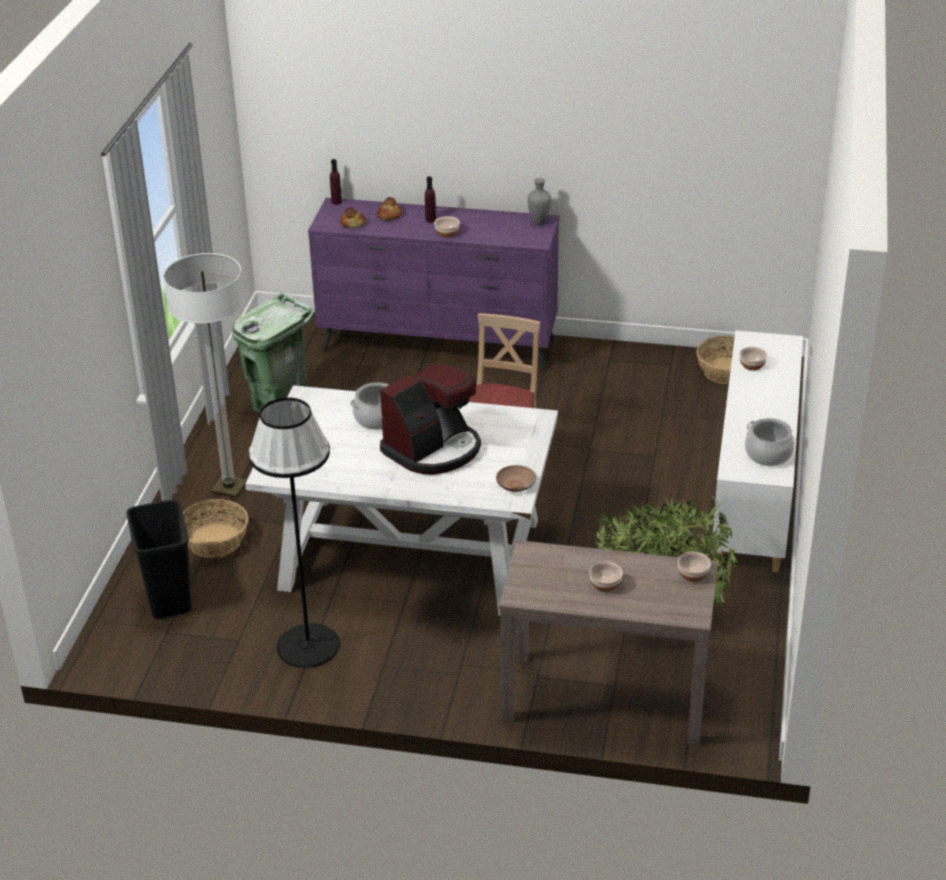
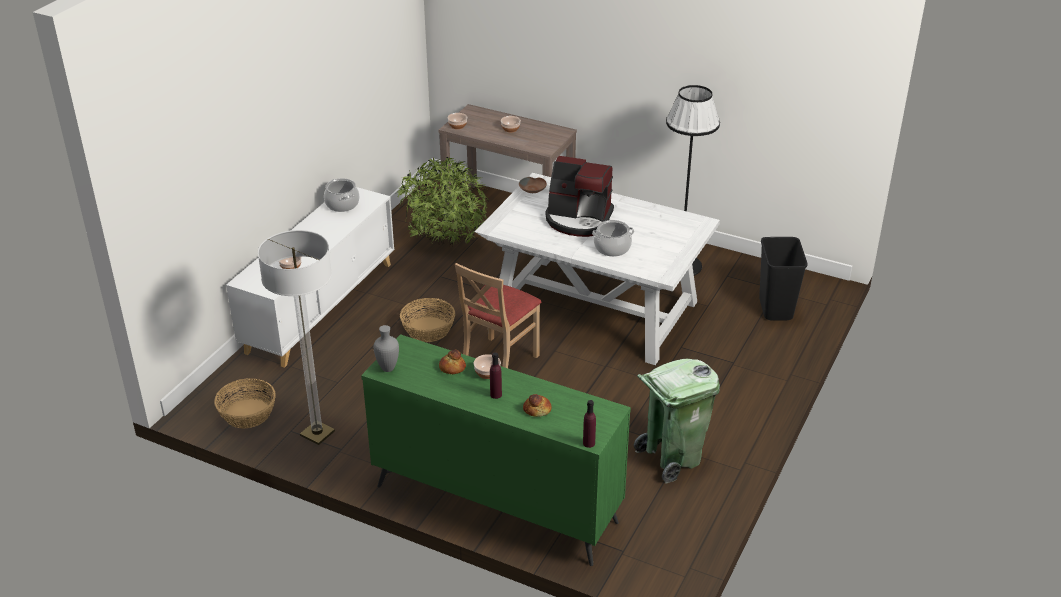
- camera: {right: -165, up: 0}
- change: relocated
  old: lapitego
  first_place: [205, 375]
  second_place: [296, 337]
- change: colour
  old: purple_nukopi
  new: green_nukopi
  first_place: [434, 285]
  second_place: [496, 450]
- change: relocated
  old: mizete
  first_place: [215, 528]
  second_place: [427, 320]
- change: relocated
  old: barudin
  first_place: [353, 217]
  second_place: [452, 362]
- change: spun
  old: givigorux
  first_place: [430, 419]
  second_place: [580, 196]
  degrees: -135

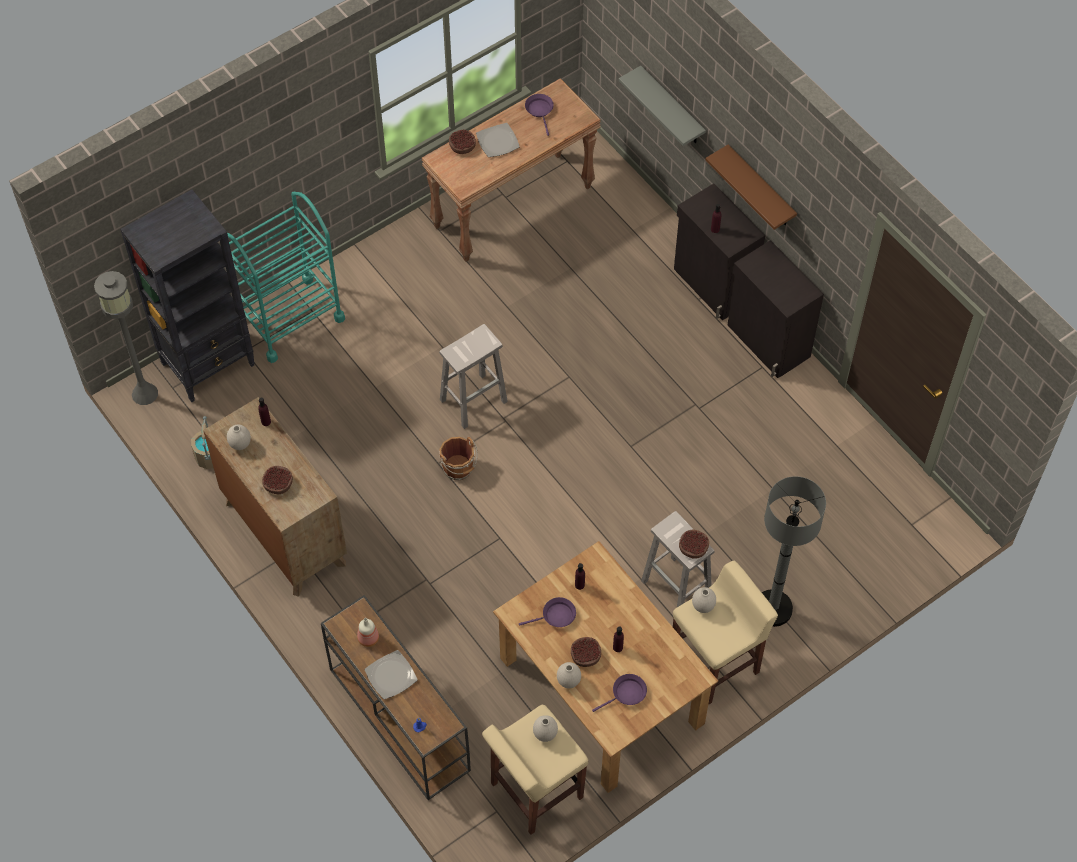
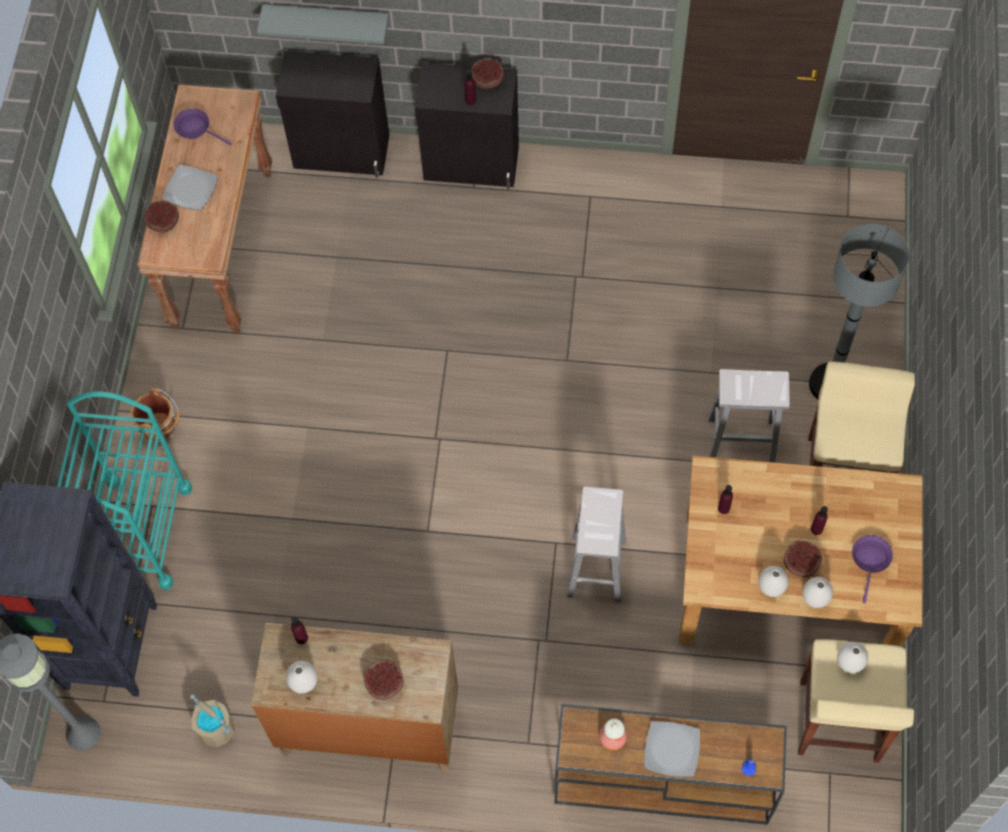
- camera: {right: -45, up: 5}
- change: relocated
  old: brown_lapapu
  first_place: [458, 459]
  second_place: [155, 415]
- change: relocated
  old: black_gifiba
  first_place: [776, 309]
  second_place: [332, 114]
- change: relocated
  old: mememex
  first_place: [694, 544]
  second_place: [487, 74]
- change: relocated
  old: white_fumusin
  first_place: [473, 376]
  second_place: [596, 544]
- change: relocated
  old: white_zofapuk
  first_place: [704, 600]
  second_place: [773, 581]
- change: missing
  old: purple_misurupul
  first_place: [547, 612]
- change: missing
  old: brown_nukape
  first_place: [751, 187]

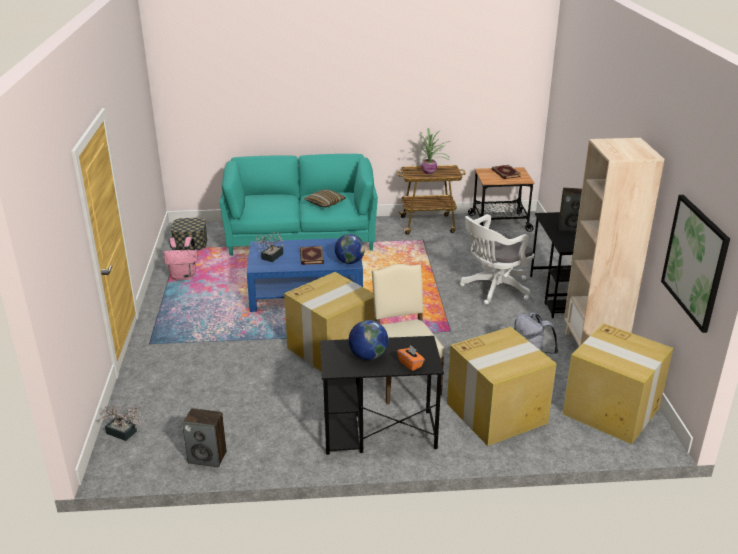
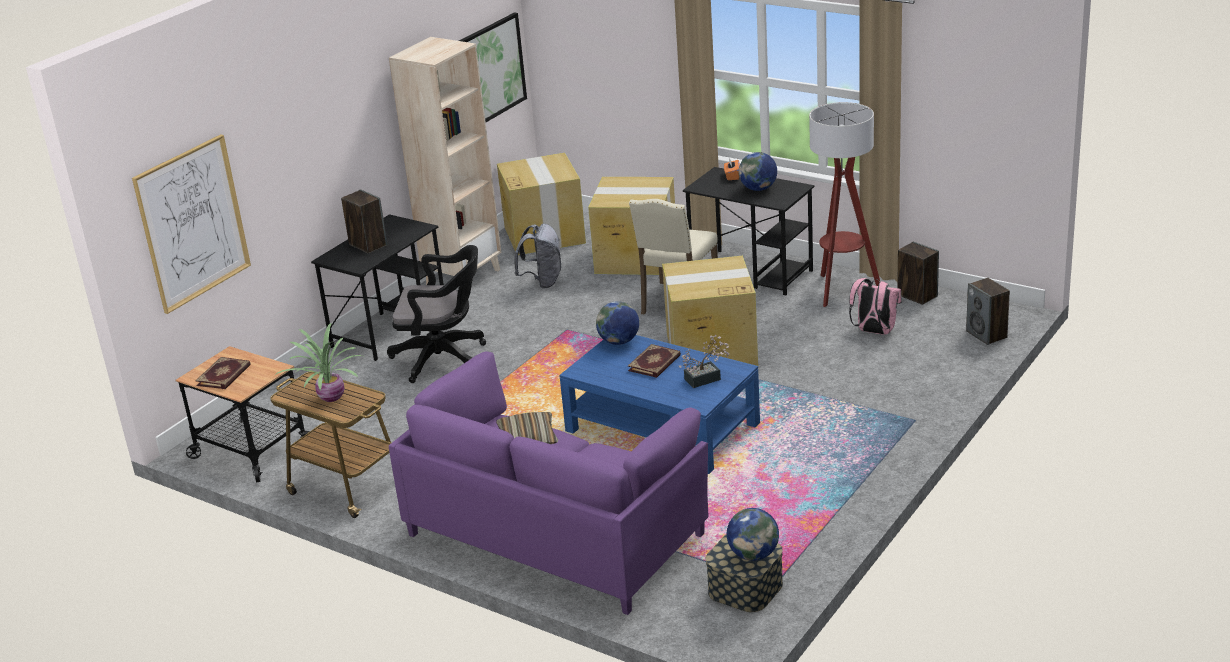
- camera: {right: -140, up: 0}
- change: appeared
  new: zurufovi
  second_place: [191, 224]
- change: colour
  old: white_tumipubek
  new: black_tumipubek
  first_place: [497, 259]
  second_place: [436, 314]
- change: colour
  old: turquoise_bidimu
  new: purple_bidimu
  first_place: [298, 204]
  second_place: [549, 483]
- change: appeared
  new: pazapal
  second_place: [753, 534]
- change: appeared
  new: lapitego
  second_place: [844, 204]
- change: relocated
  old: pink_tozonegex
  first_place: [180, 258]
  second_place: [875, 306]
- change: exchanged
  old: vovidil
  new: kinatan
  first_place: [119, 422]
  second_place: [988, 311]

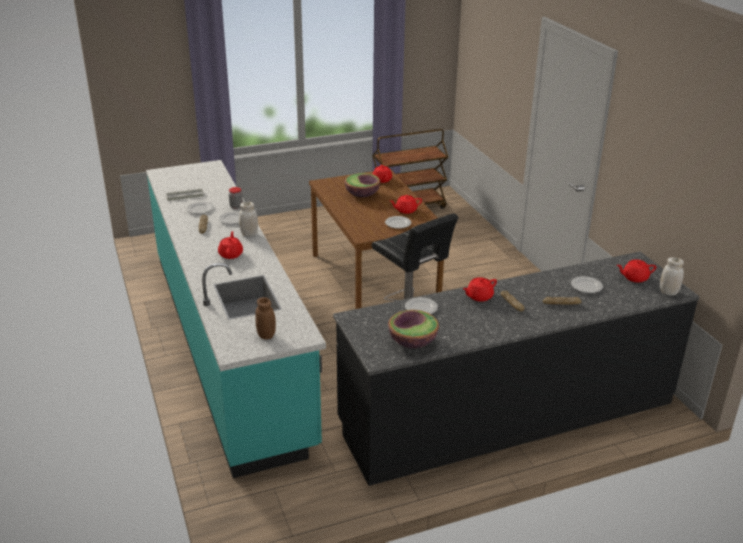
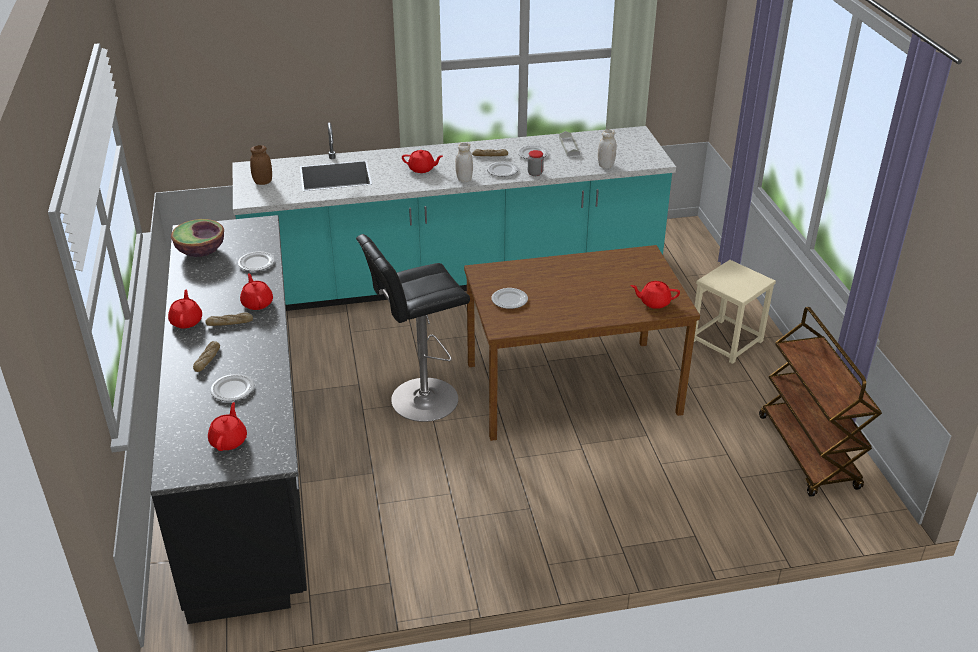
- camera: {right: 100, up: 5}
- change: relocated
  old: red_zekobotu
  first_place: [406, 204]
  second_place: [185, 308]
- change: relocated
  old: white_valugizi
  first_place: [672, 276]
  second_place: [607, 149]
- change: appeared
  new: beige_fumusin
  second_place: [735, 312]
- change: missing
  old: mememex
  first_place: [362, 185]

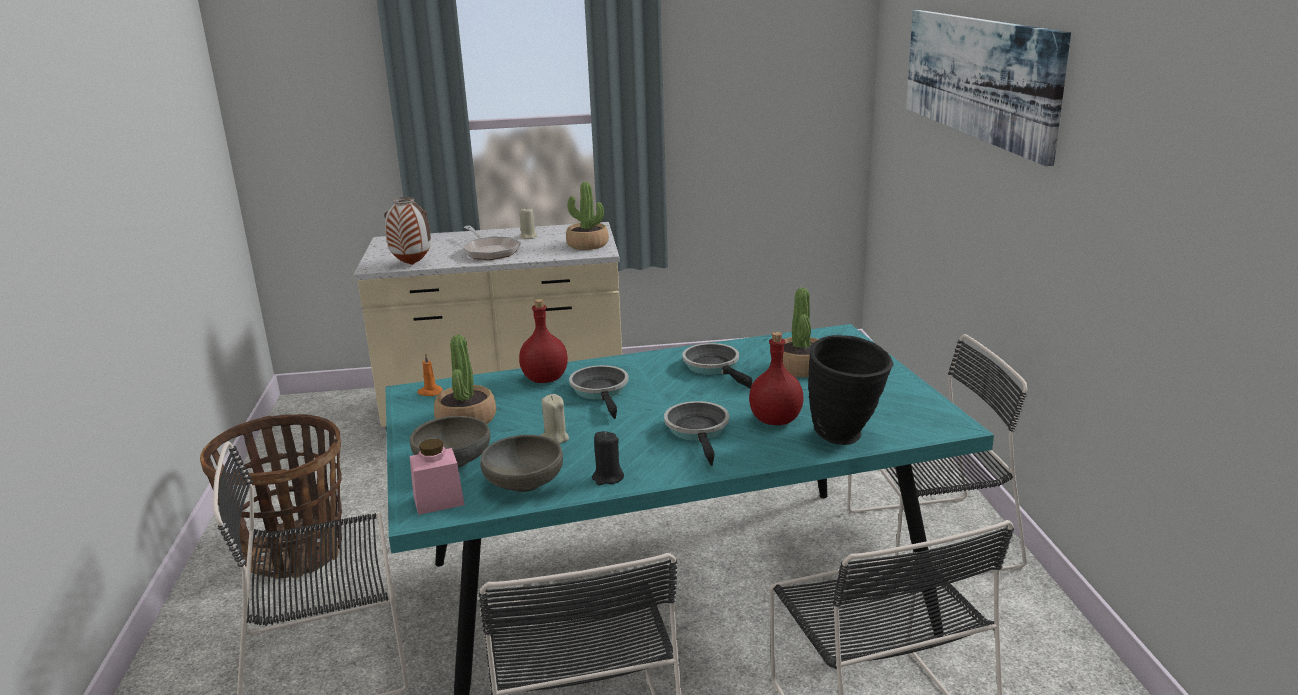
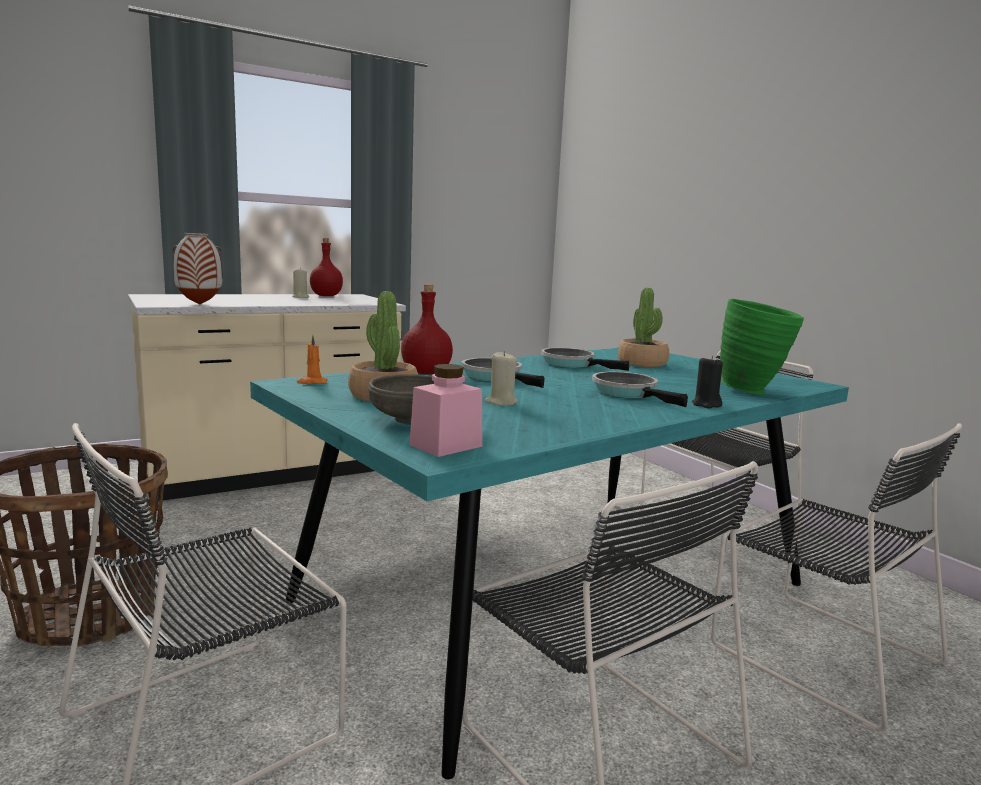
- camera: {right: -25, up: -10}
- change: relocated
  old: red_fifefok
  first_place: [776, 378]
  second_place: [326, 267]
- change: relocated
  old: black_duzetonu
  first_place: [608, 458]
  second_place: [707, 382]
- change: colour
  old: black_zofapuk
  new: green_zofapuk
  first_place: [850, 390]
  second_place: [762, 347]
- change: missing
  old: misurupul
  first_place: [491, 243]
- change: missing
  old: grey_mememex
  first_place: [521, 463]
- change: missing
  old: vovidil
  first_place: [587, 216]
- change: missing
  old: zurufovi
  first_place: [988, 88]

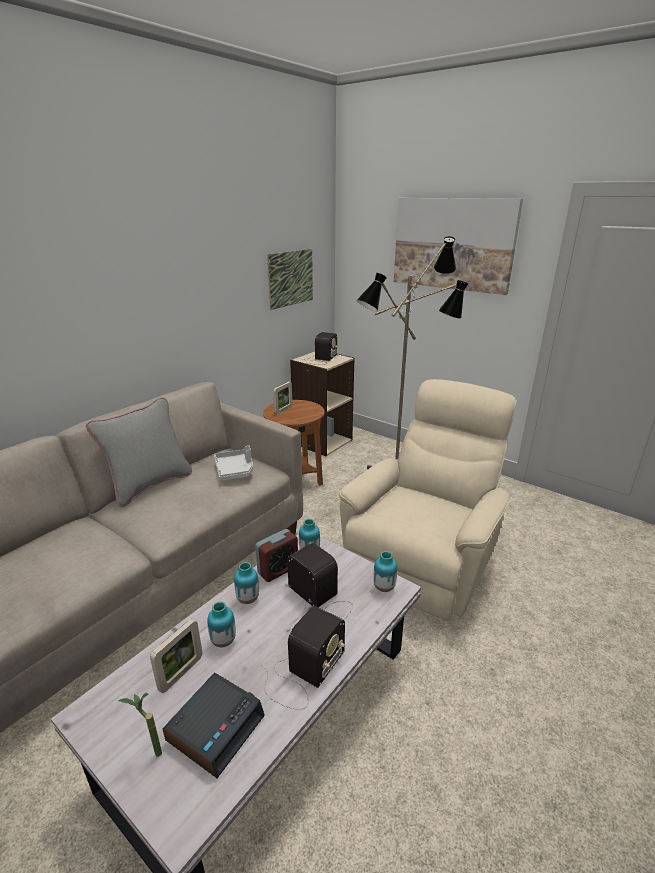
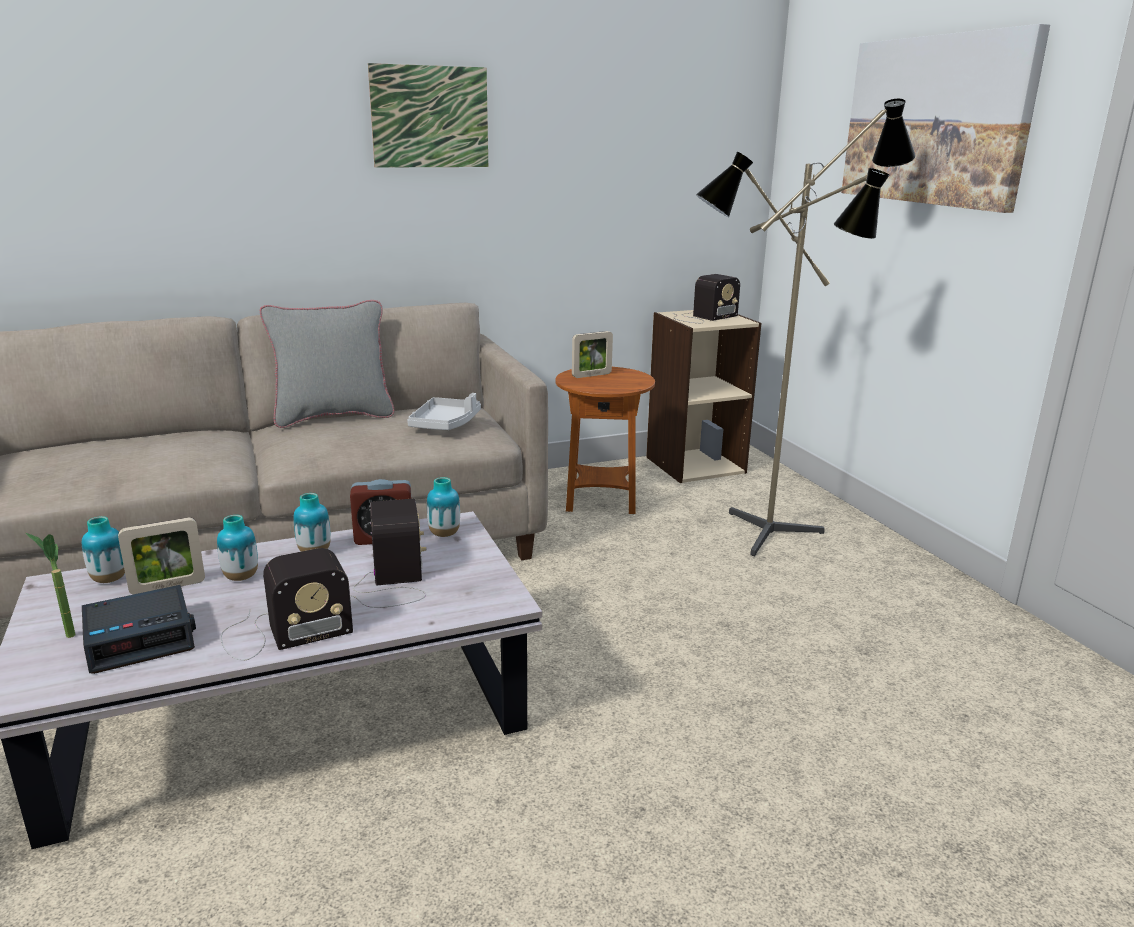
- camera: {right: 30, up: -5}
- change: relocated
  old: zofapuk
  first_place: [385, 571]
  second_place: [103, 549]
- change: relocated
  old: zurufovi
  first_place: [290, 279]
  second_place: [428, 115]
- change: missing
  old: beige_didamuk
  first_place: [428, 500]

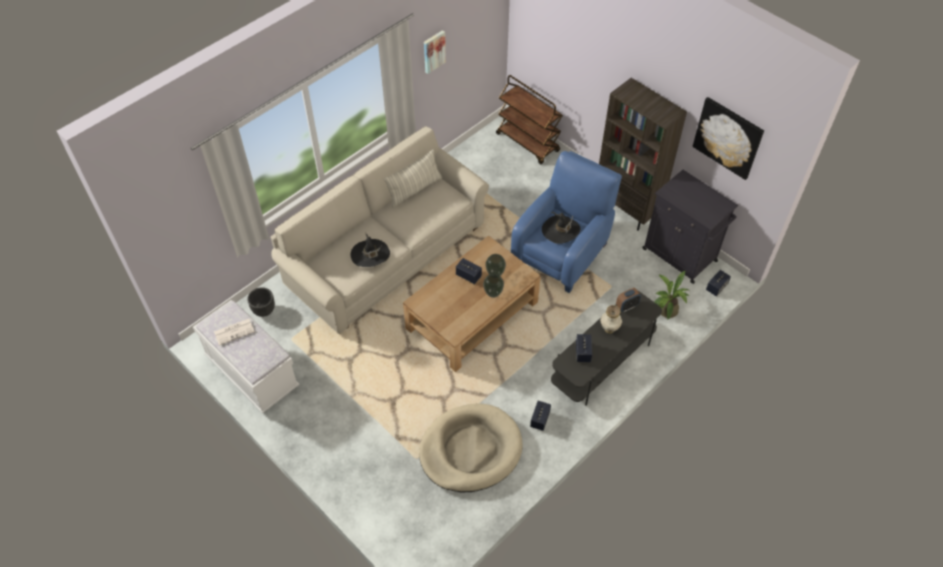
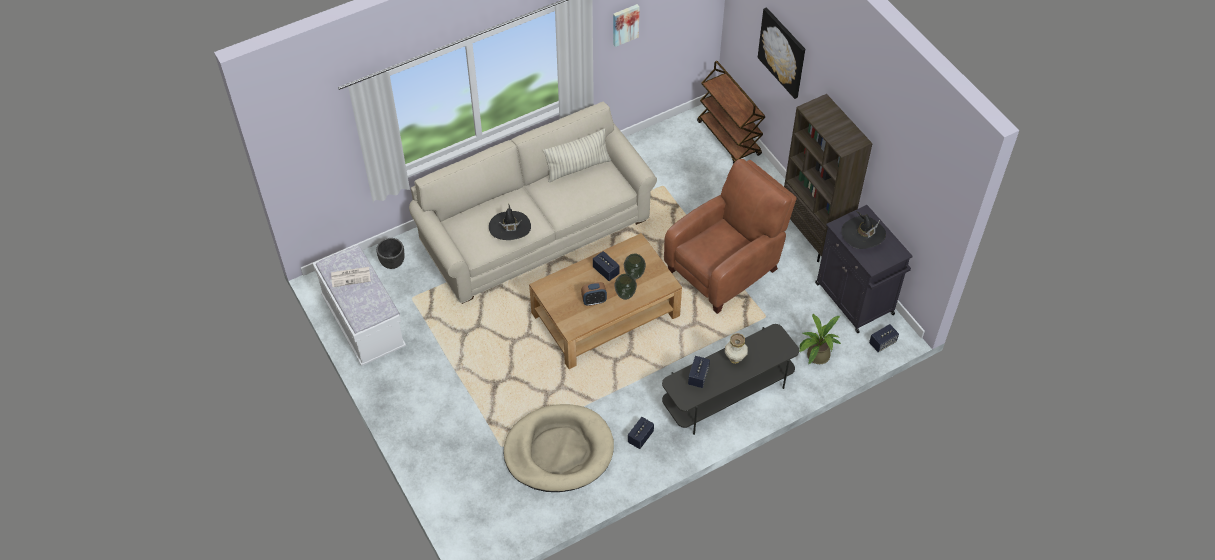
- camera: {right: 15, up: 0}
- change: relocated
  old: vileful
  first_place: [628, 300]
  second_place: [594, 294]
- change: colour
  old: blue_didamuk
  new: brown_didamuk
  first_place: [566, 222]
  second_place: [730, 236]
- change: relocated
  old: zurufovi
  first_place: [728, 138]
  second_place: [781, 53]
- change: relocated
  old: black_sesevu
  first_place: [561, 228]
  second_place: [863, 230]

